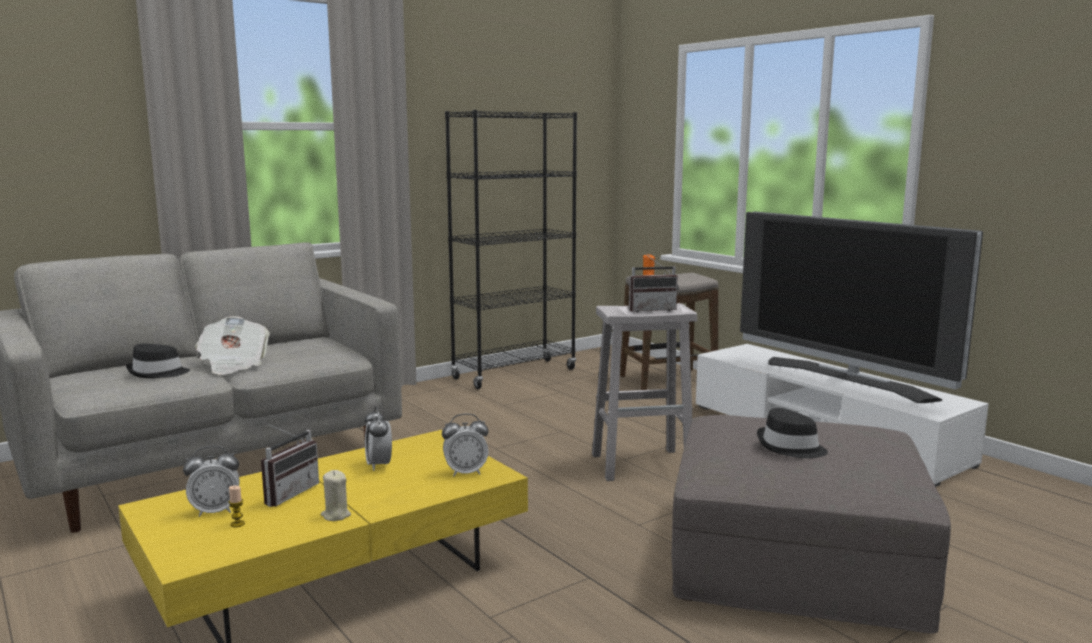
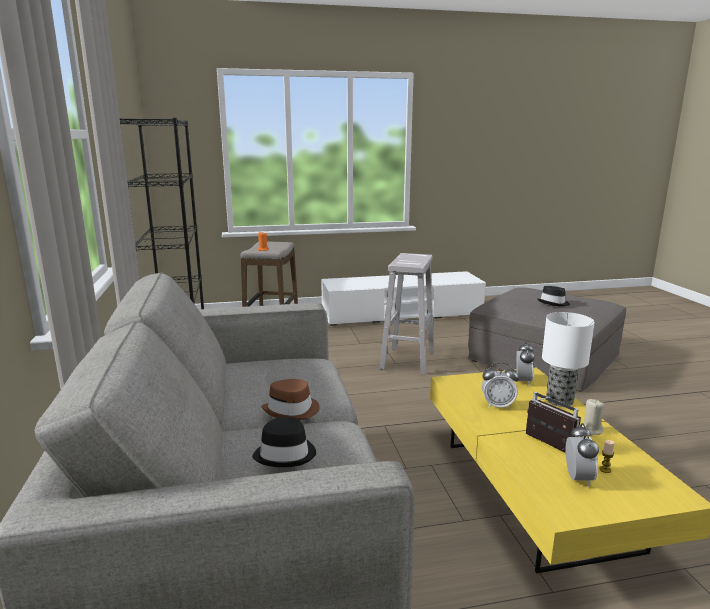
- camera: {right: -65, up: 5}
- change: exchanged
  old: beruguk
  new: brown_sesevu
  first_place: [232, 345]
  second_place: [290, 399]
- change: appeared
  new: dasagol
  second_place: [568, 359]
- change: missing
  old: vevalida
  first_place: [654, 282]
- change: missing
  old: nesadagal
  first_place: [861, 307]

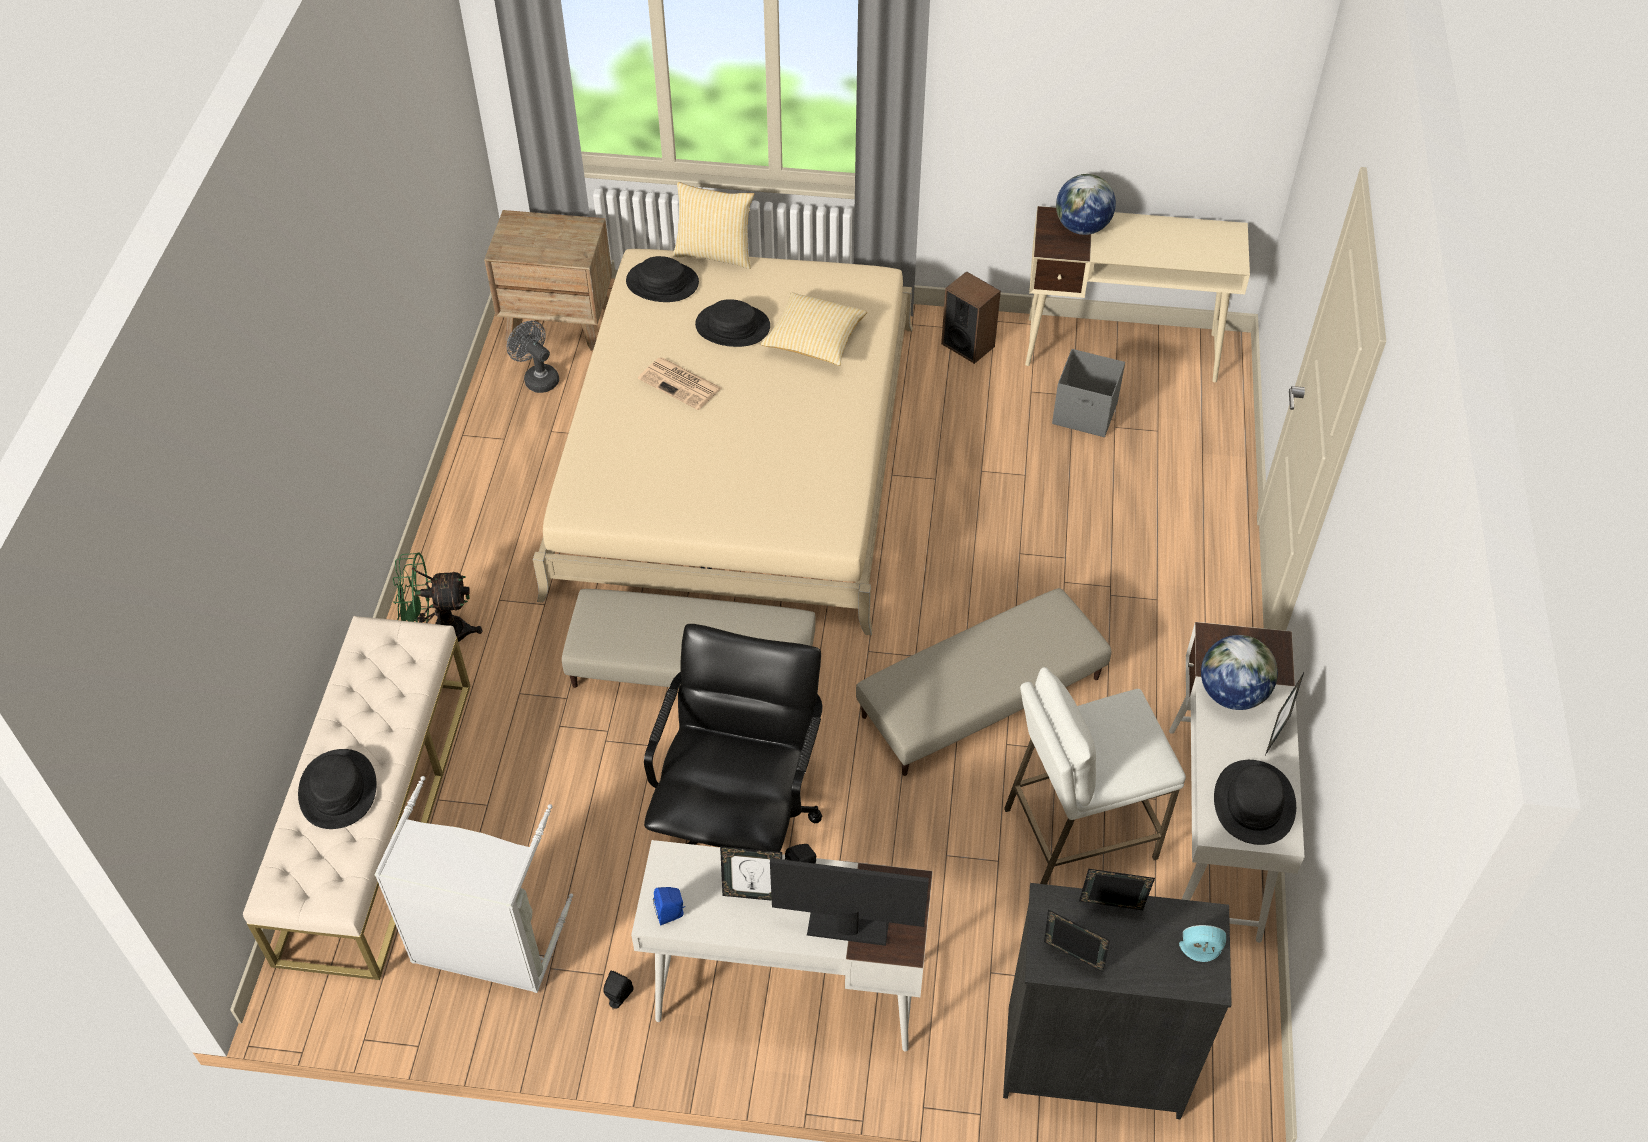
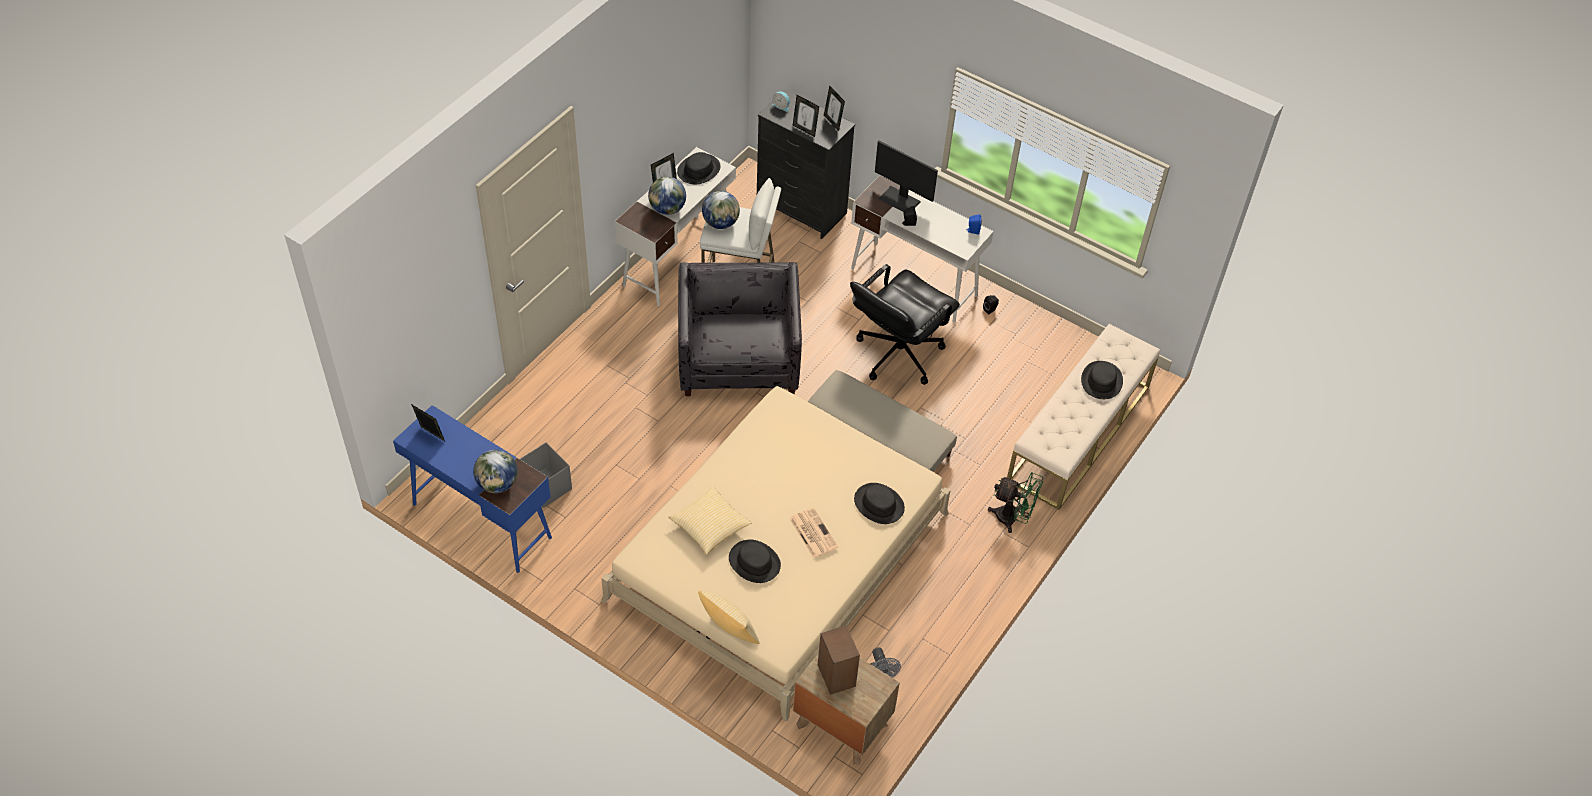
- camera: {right: -155, up: 0}
- change: colour
  old: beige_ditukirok
  new: blue_ditukirok
  first_place: [1137, 294]
  second_place: [472, 489]
- change: relocated
  old: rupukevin
  first_place: [751, 873]
  second_place: [428, 422]
- change: exchanged
  old: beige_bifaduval
  new: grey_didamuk
  first_place: [984, 682]
  second_place: [740, 329]
- change: appeared
  new: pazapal
  second_place: [721, 210]
- change: relocated
  old: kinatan
  first_place: [971, 317]
  second_place: [839, 660]
- change: relocated
  old: black_sesevu
  first_place: [662, 279]
  second_place: [879, 503]
- change: missing
  old: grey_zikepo
  first_place: [473, 884]

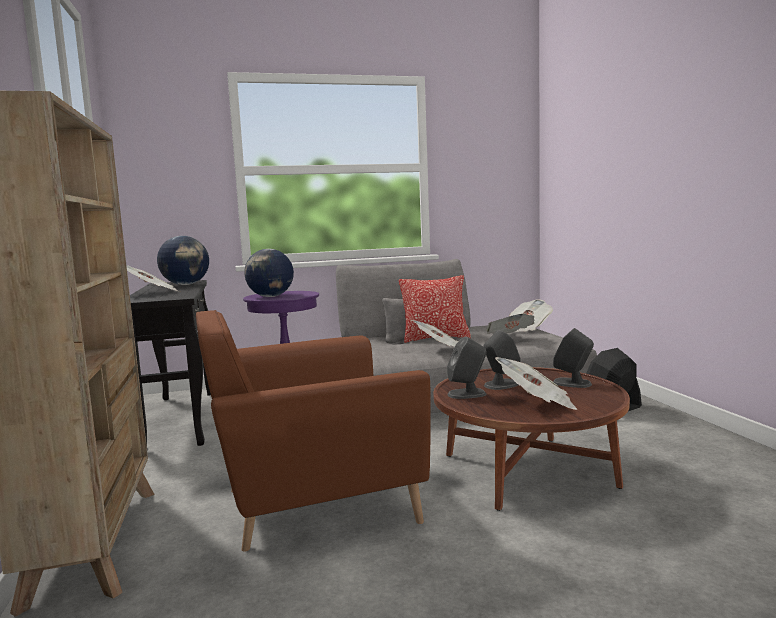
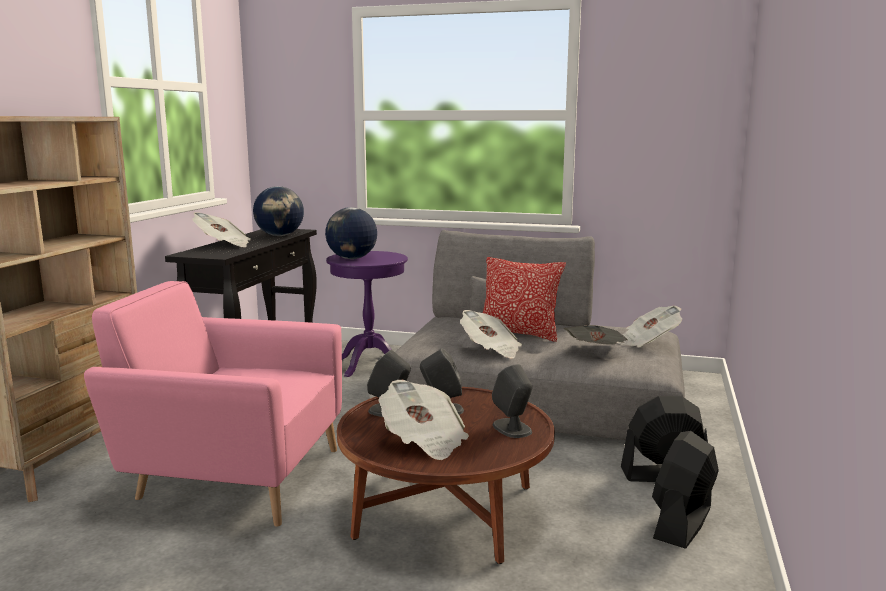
- camera: {right: 30, up: 5}
- change: colour
  old: brown_didamuk
  new: pink_didamuk
  first_place: [313, 431]
  second_place: [213, 404]
- change: appeared
  new: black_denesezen
  second_place: [685, 490]

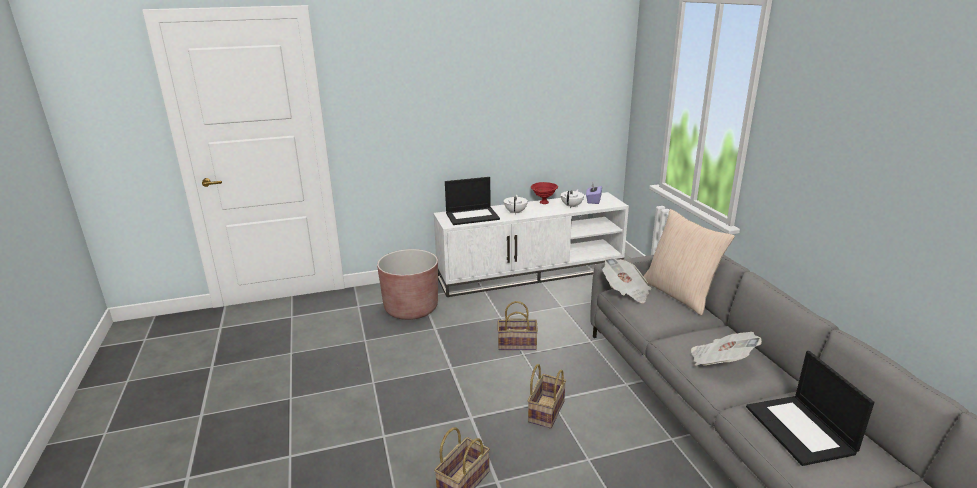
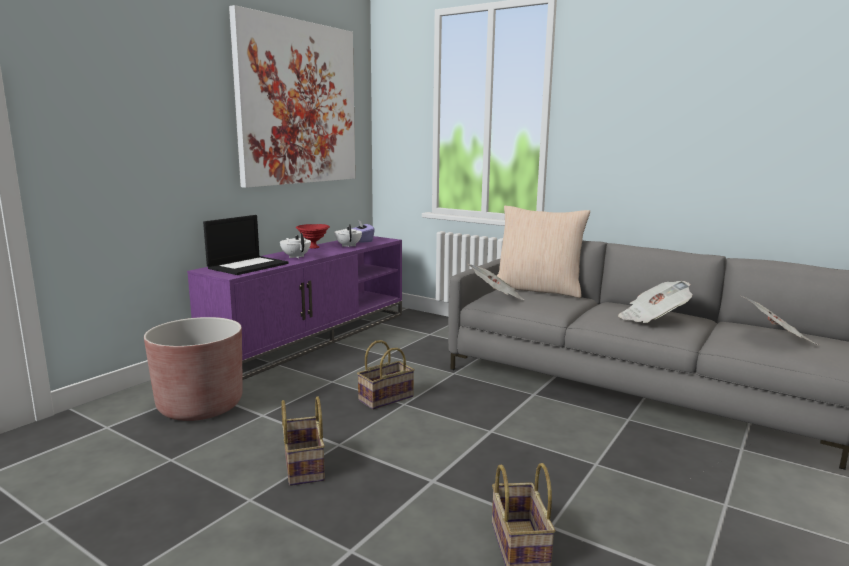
- camera: {right: -40, up: -10}
- change: colour
  old: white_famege
  new: purple_famege
  first_place: [531, 244]
  second_place: [294, 308]
- change: appeared
  new: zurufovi
  second_place: [292, 96]
- change: relocated
  old: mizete
  first_place: [546, 396]
  second_place: [303, 441]
- change: exchanged
  old: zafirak
  new: beruguk
  first_place: [810, 408]
  second_place: [780, 320]

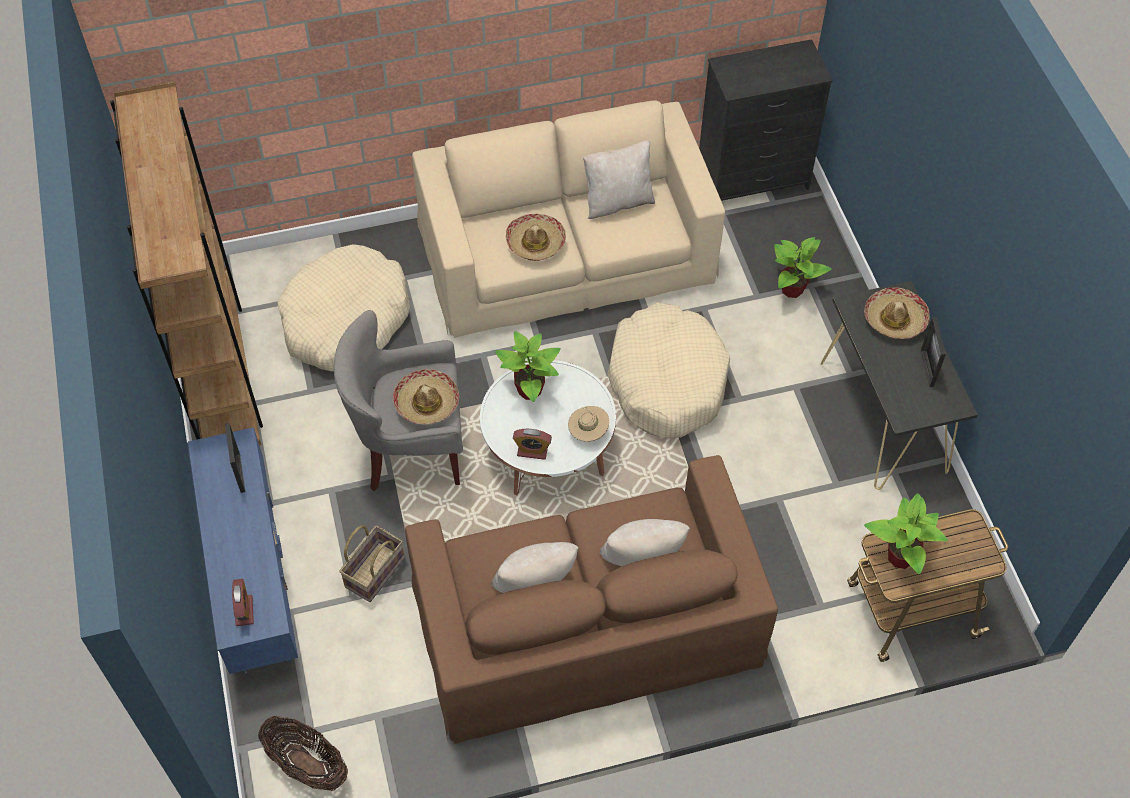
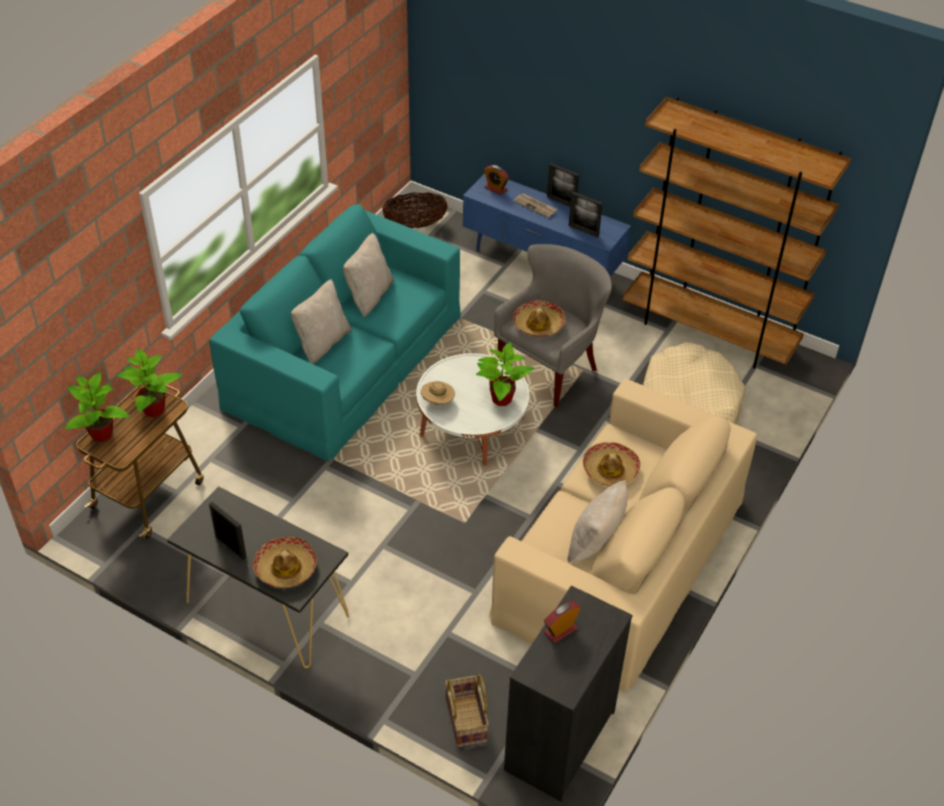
- camera: {right: 135, up: -10}
- change: relocated
  old: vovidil
  first_place: [803, 267]
  second_place: [97, 407]
- change: colour
  old: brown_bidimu
  new: turquoise_bidimu
  first_place: [591, 599]
  second_place: [335, 332]
- change: relocated
  old: mizete
  first_place: [372, 563]
  second_place: [467, 711]
- change: appeared
  new: beruguk
  second_place: [535, 205]
- change: relocated
  old: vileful
  first_place: [532, 444]
  second_place: [562, 622]
- change: appeared
  new: rupukevin
  second_place: [563, 185]
- change: missing
  old: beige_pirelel
  first_place: [668, 370]

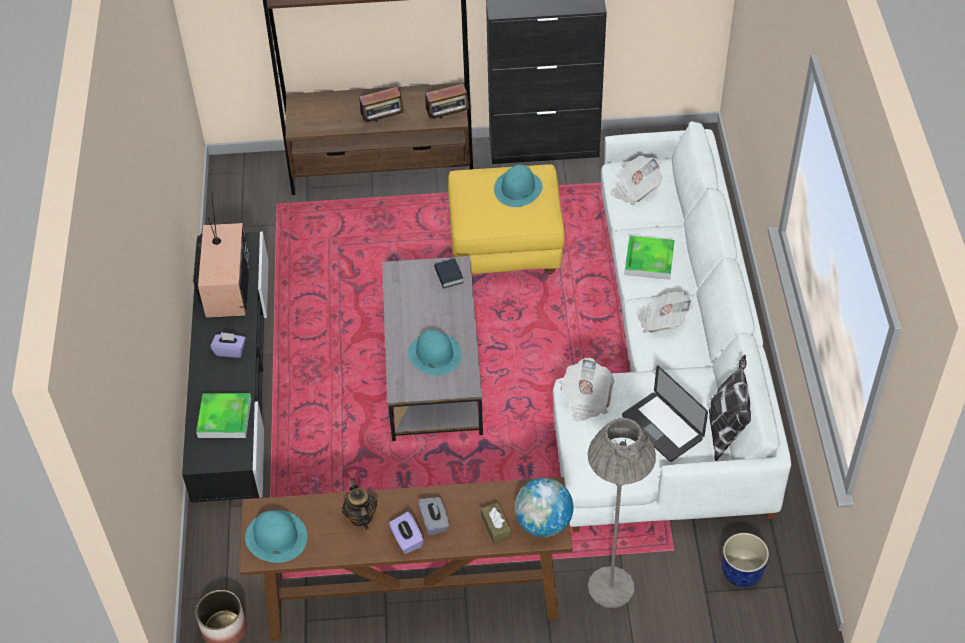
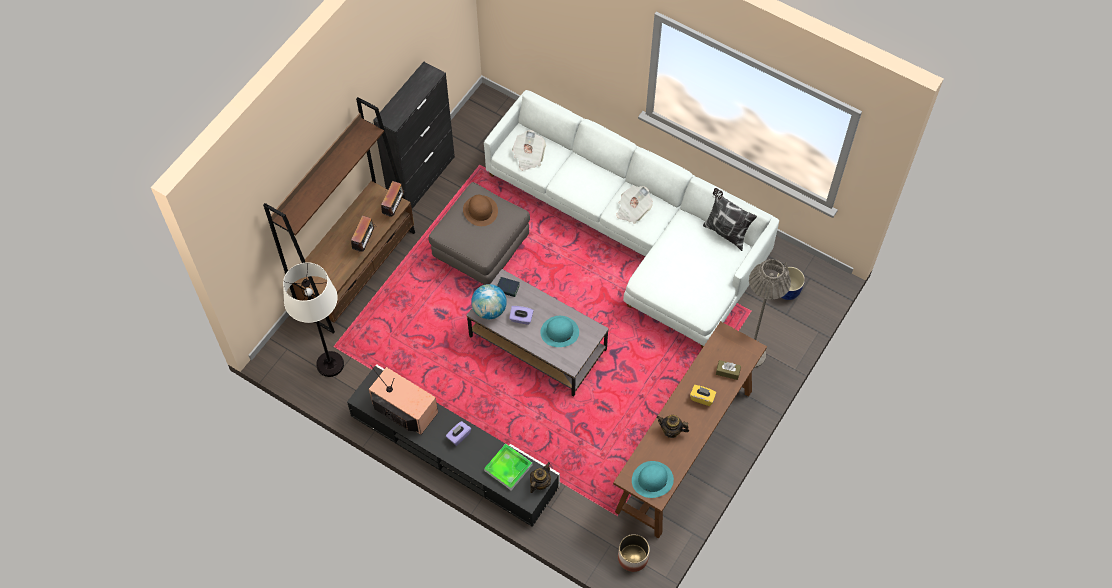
- camera: {right: -55, up: 10}
- change: appeared
  new: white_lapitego
  second_place: [313, 319]
- change: colour
  old: yellow_bifaduval
  new: grey_bifaduval
  first_place: [506, 219]
  second_place: [479, 233]
- change: colour
  old: turquoise_sesevu
  new: brown_sesevu
  first_place: [518, 186]
  second_place: [480, 210]
- change: relocated
  old: pazapal
  first_place: [544, 507]
  second_place: [489, 301]
- change: relocated
  old: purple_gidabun
  first_place: [406, 533]
  second_place: [521, 315]
- change: appeared
  new: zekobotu
  second_place: [540, 477]
- change: colour
  old: grey_gidabun
  new: yellow_gidabun
  first_place: [433, 516]
  second_place: [703, 395]
- change: missing
  old: beruguk
  first_place: [587, 390]
- change: missing
  old: zafirak
  first_place: [665, 413]
- change: missing
  old: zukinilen
  first_place: [649, 257]

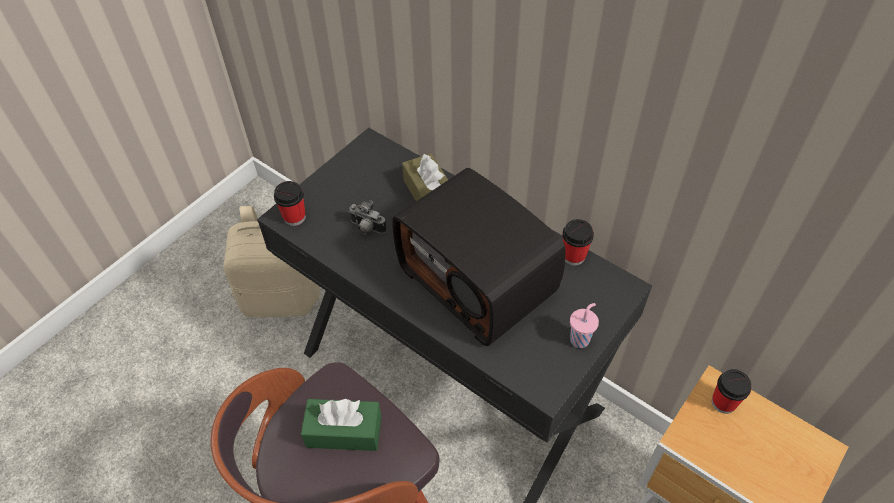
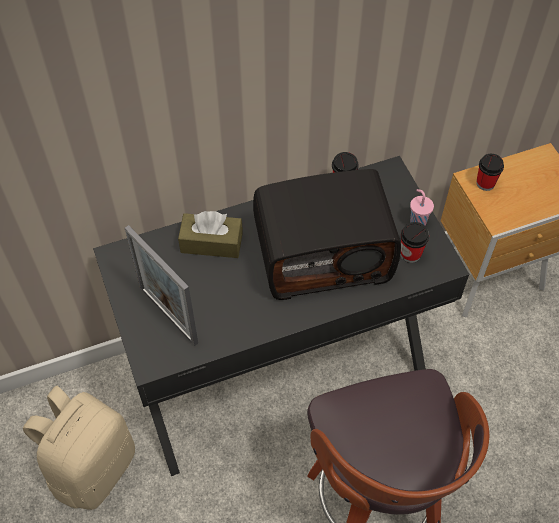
- camera: {right: -60, up: 5}
- change: appeared
  new: rupukevin
  second_place: [161, 285]
- change: relocated
  old: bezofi
  first_place: [290, 203]
  second_place: [414, 242]
- change: missing
  old: green_gidabun
  first_place: [341, 425]
- change: missing
  old: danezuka
  first_place: [368, 217]

